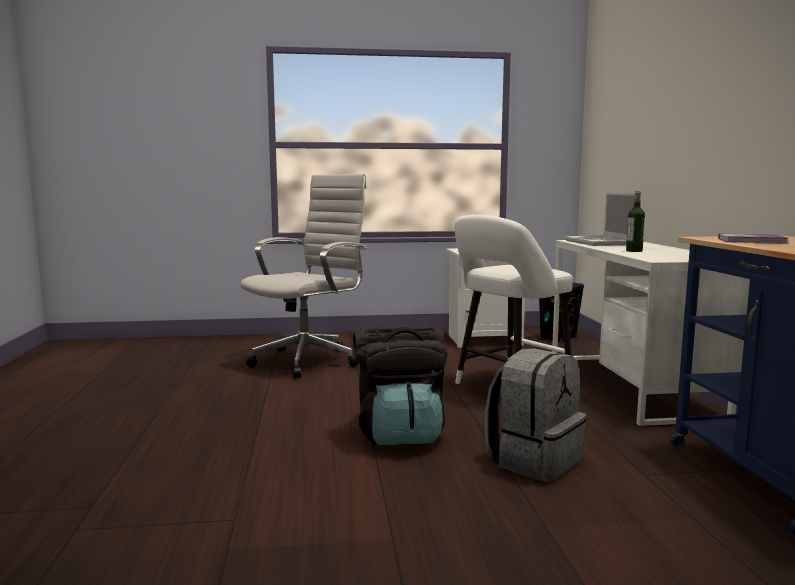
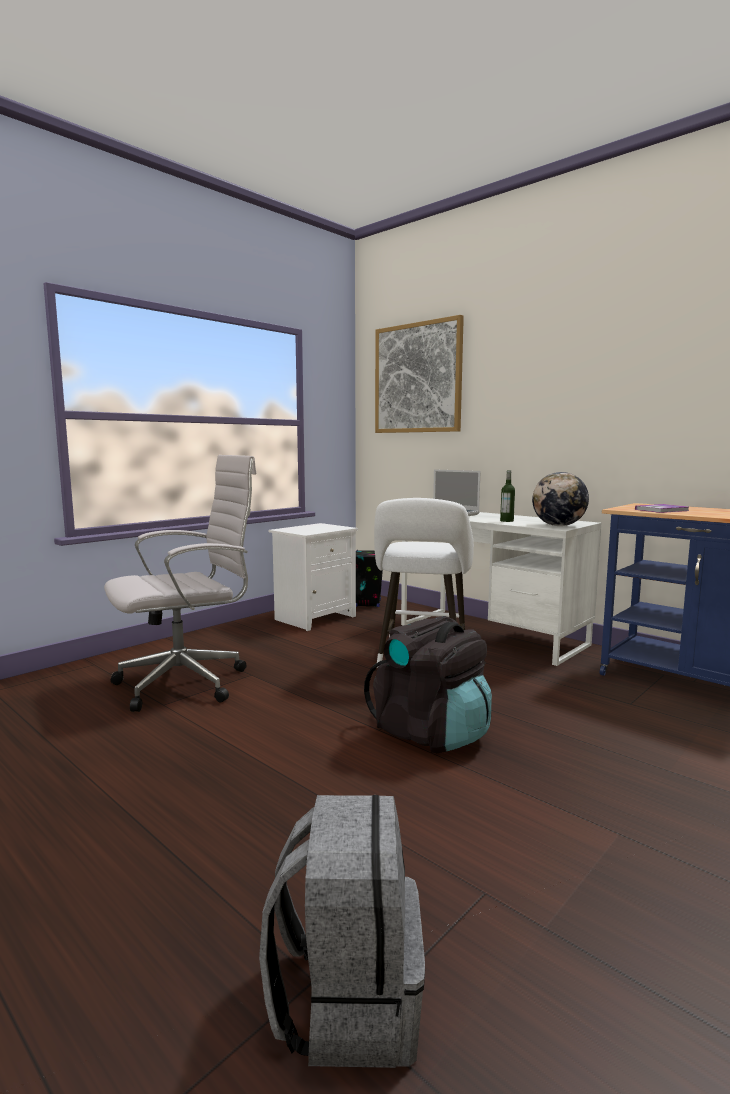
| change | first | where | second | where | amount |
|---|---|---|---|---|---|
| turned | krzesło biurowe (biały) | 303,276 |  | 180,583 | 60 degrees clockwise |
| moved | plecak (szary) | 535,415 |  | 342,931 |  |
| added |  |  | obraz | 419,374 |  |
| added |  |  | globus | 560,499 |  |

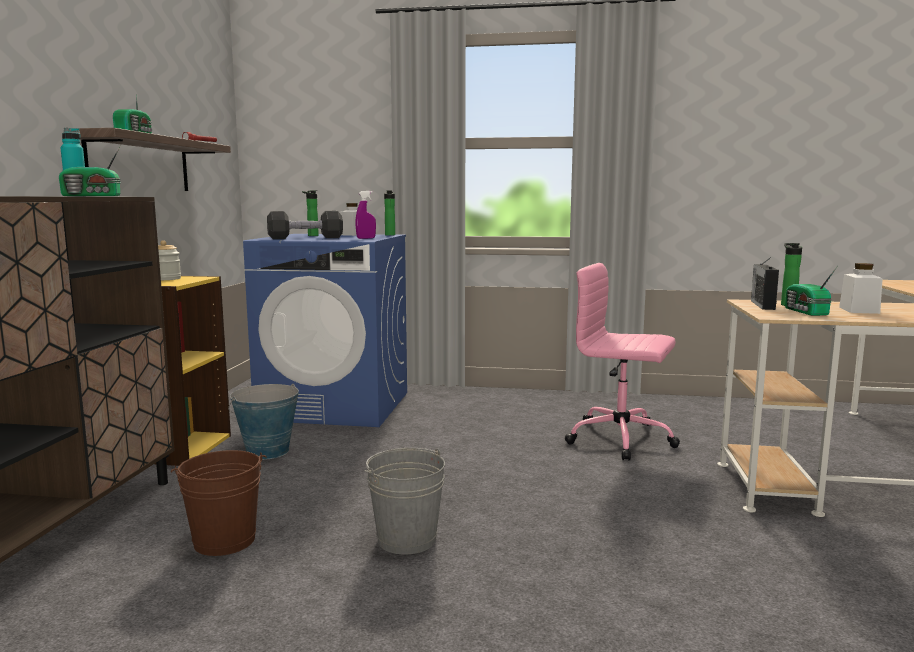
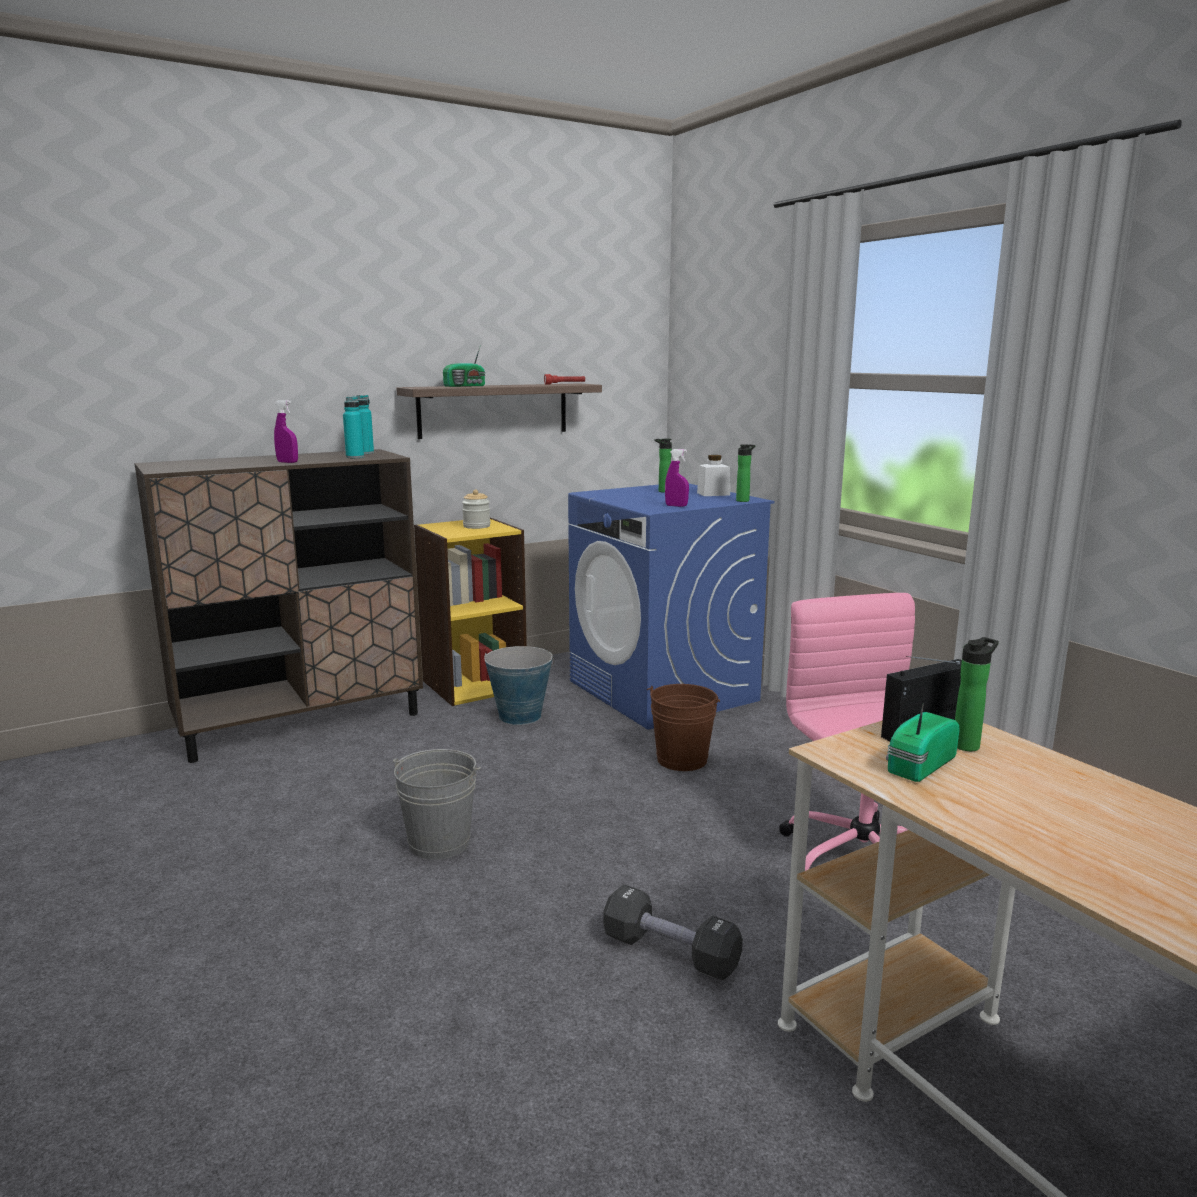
| change | first | where | second | where | amount |
|---|---|---|---|---|---|
| added |  |  | spryskiwacz (fioletowy) | 286,431 |  |
| replaced | radio | 90,170 | butelka (turkusowy) | 353,427 |  |
| moved | hantel (czarny) | 305,225 |  | 673,932 |  |
| moved | wiadro (brązowy) | 219,503 |  | 683,727 |  |
| removed | słoik (biały) | 861,288 |  |  |  |

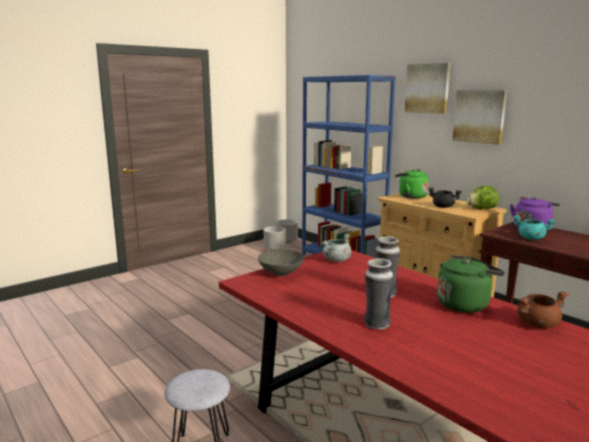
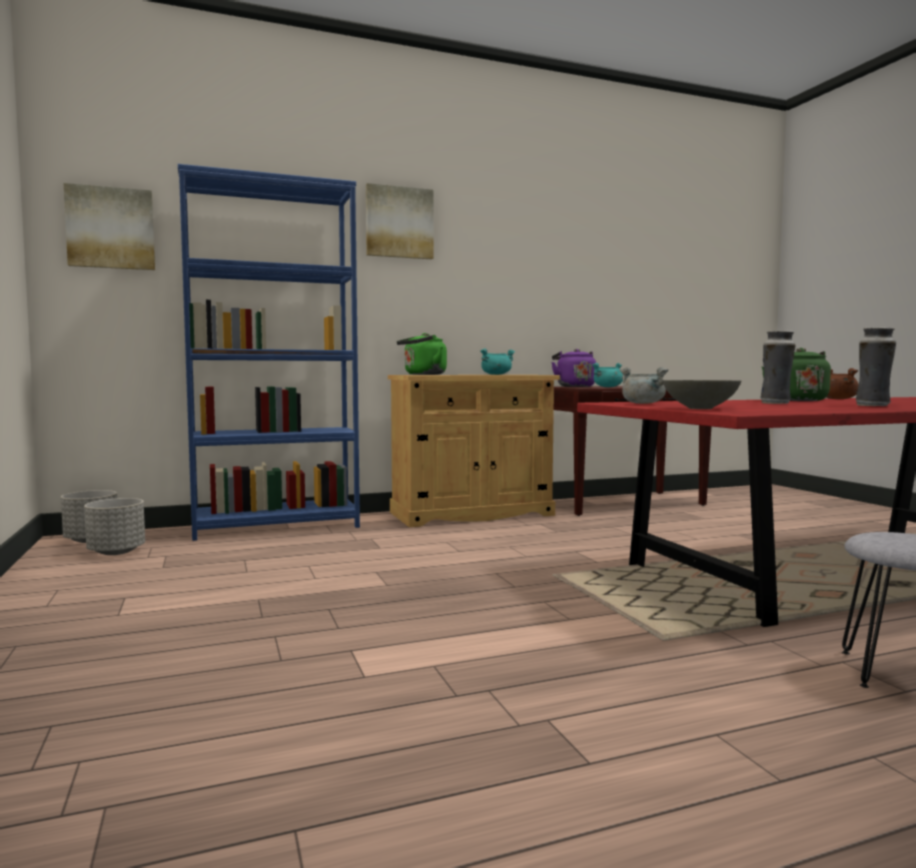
| change | first | where | second | where | amount |
|---|---|---|---|---|---|
| moved | obraz | 479,117 |  | 109,226 |  |
| recoloured | garnek (czarny) | 445,197 | garnek (turkusowy) | 497,361 |  |
| removed | sałata | 483,197 |  |  |  |

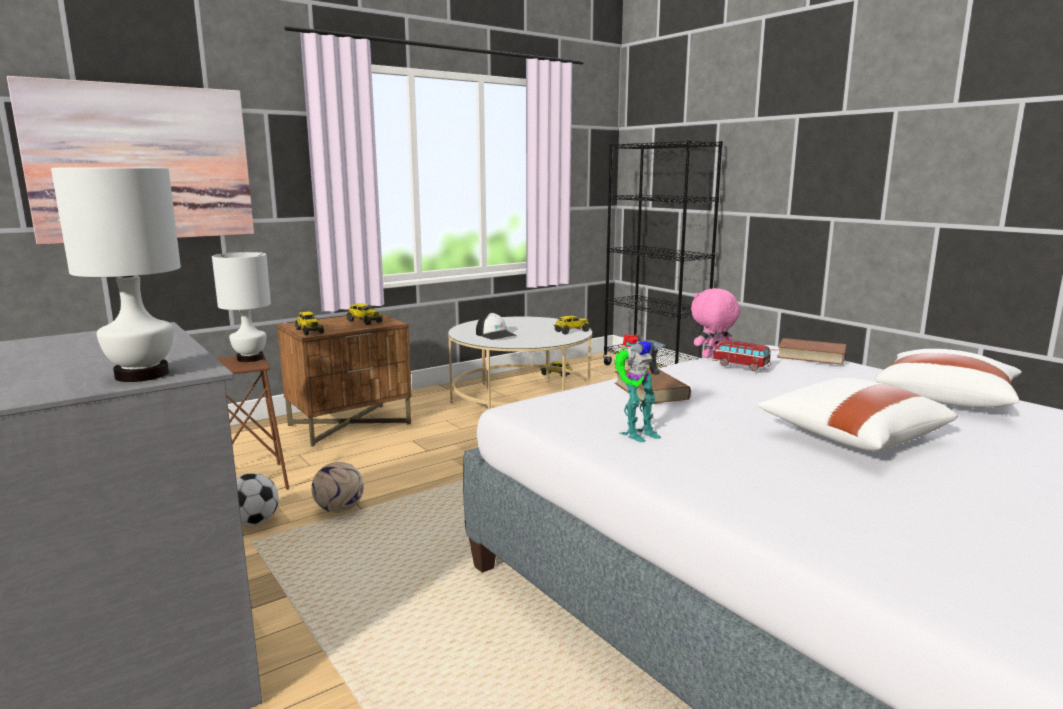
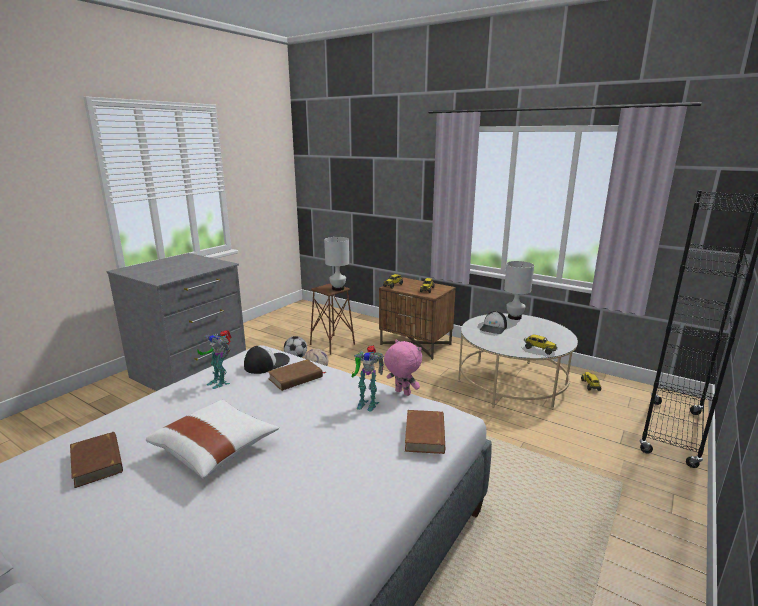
| change | first | where | second | where | amount |
|---|---|---|---|---|---|
| added |  |  | książka (brązowy) | 96,460 |  |
| added |  |  | czapka z daszkiem | 267,360 |  |
| replaced | samochodzik | 741,355 | robot zabawkowy | 368,378 |  |
| moved | lampa stołowa (biały) | 116,275 |  | 519,290 |  |
| removed | obraz | 130,160 |  |  |  |
| removed | poduszka (biały) | 948,378 |  |  |  |

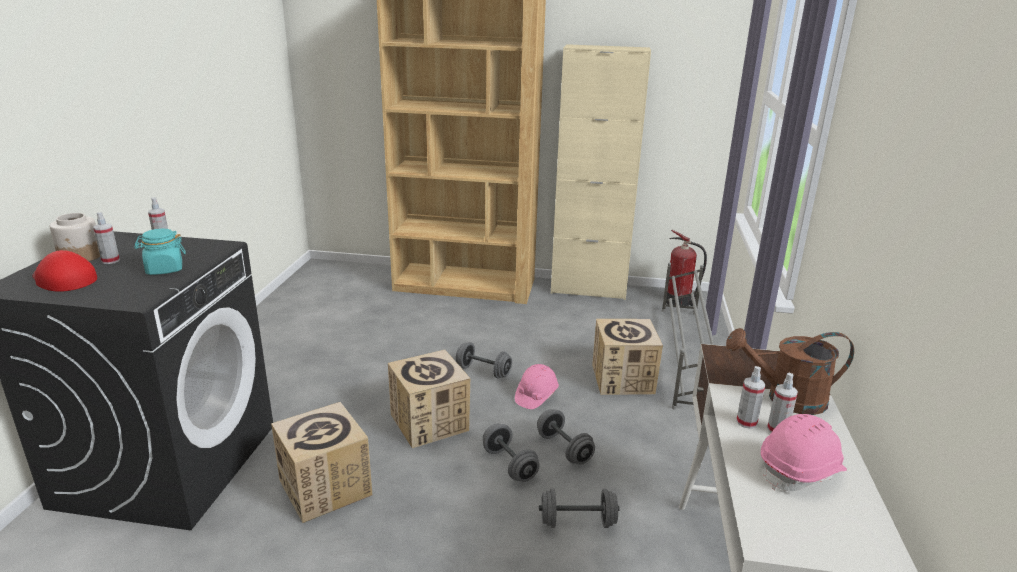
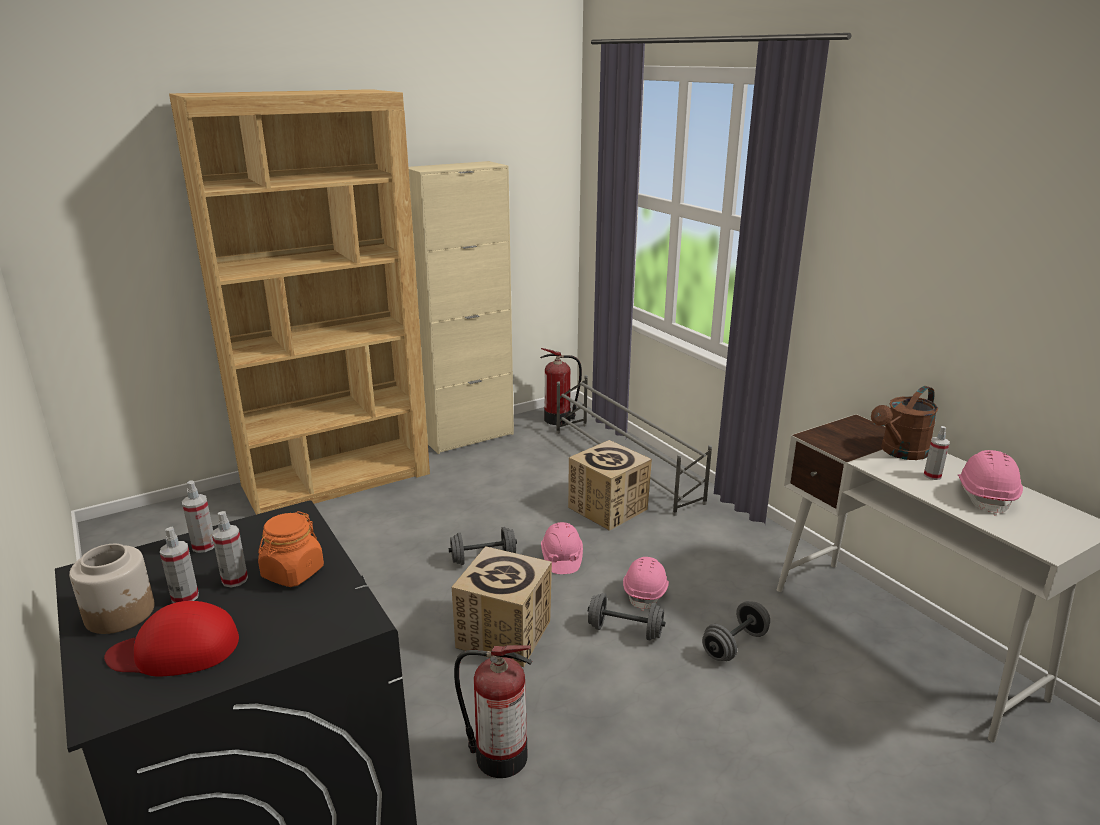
| change | first | where | second | where | amount |
|---|---|---|---|---|---|
| moved | spryskiwacz | 751,397 |  | 230,549 |  |
| recoloured | słoik (turkusowy) | 160,252 | słoik (pomarańczowy) | 291,549 |  |
| replaced | karton | 321,462 | gaśnica | 493,711 |  |
| replaced | hantel (szary) | 566,437 | kask (różowy) | 646,584 |  |

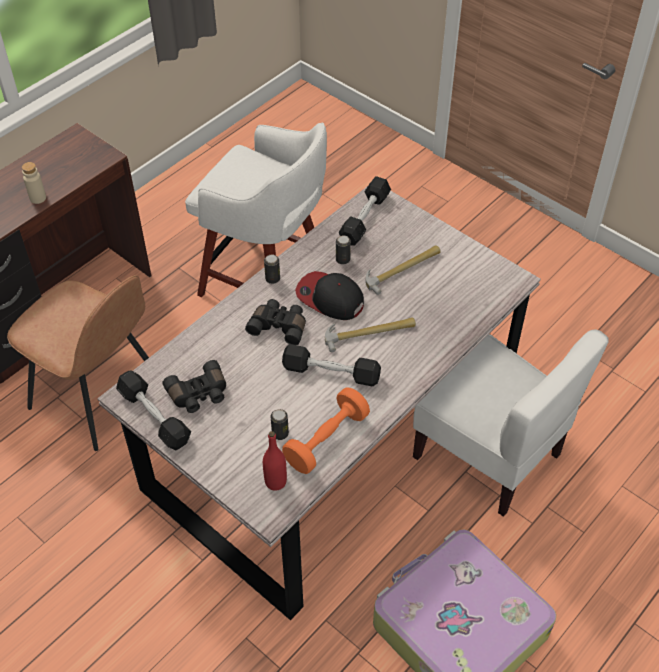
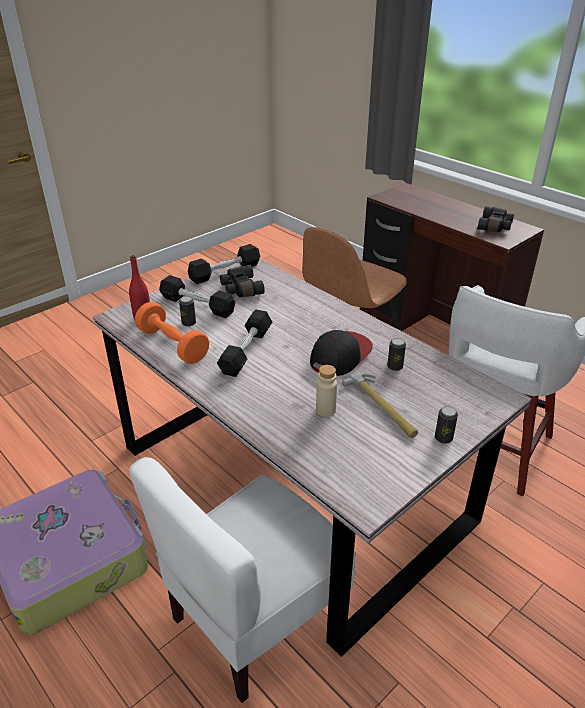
| change | first | where | second | where | amount |
|---|---|---|---|---|---|
| moved | hantel (czarny) | 365,211 |  | 197,296 |  |
| moved | butelka (beżowy) | 34,183 |  | 326,391 |  |
| moved | puszka | 272,269 |  | 446,425 |  |
| moved | lornetka (czarny) | 275,322 |  | 496,219 |  |
| removed | młotek | 370,334 |  |  |  |

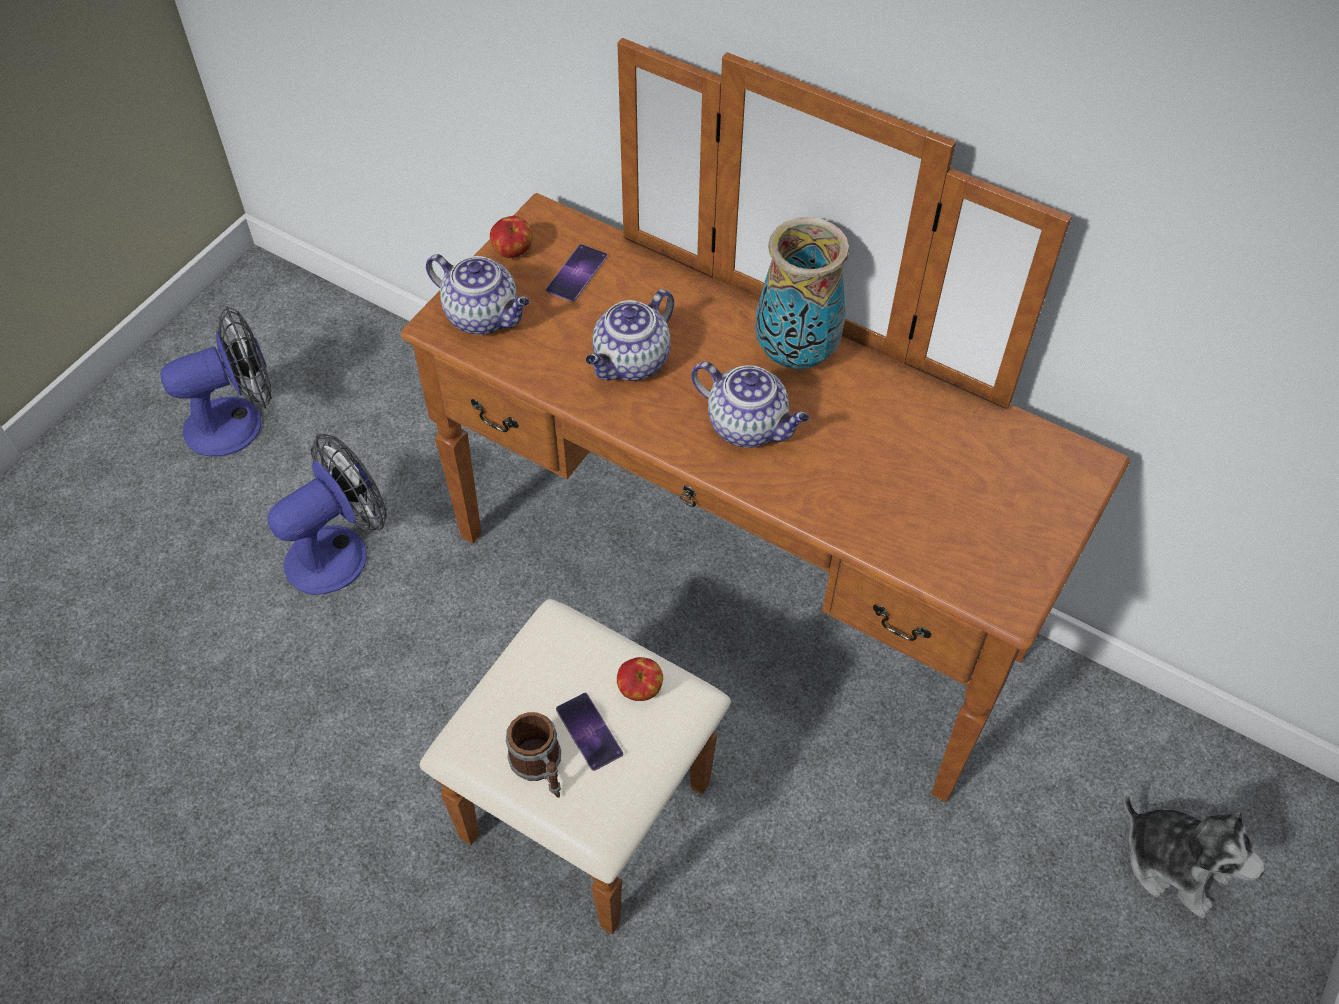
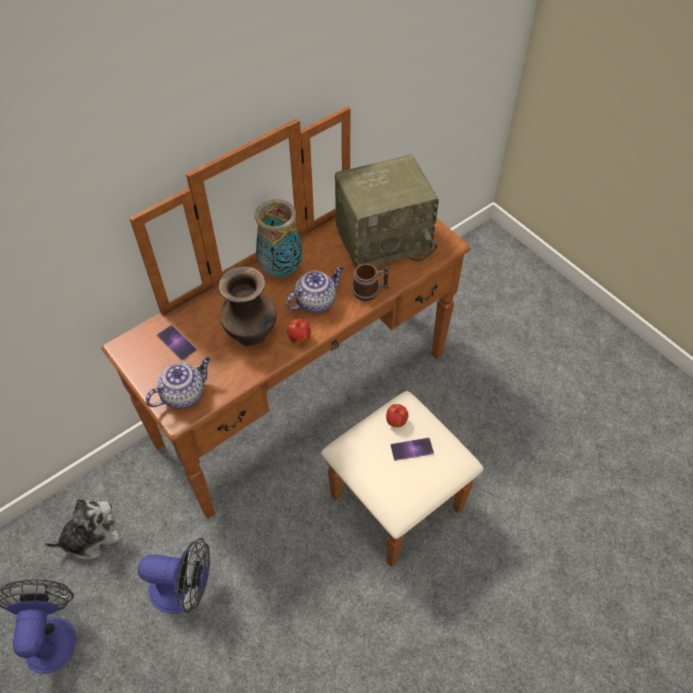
| change | first | where | second | where | amount |
|---|---|---|---|---|---|
| moved | pluszak | 1194,857 |  | 83,529 |  |
| turned | wentylator | 327,514 |  | 174,576 | 120 degrees clockwise |
| replaced | imbryk | 630,335 | wazon (brązowy) | 248,306 |  |
| moved | jabłko | 511,237 |  | 299,331 |  |
| added |  |  | radio | 387,211 |  |
| moved | kubek | 533,755 |  | 370,282 |  |

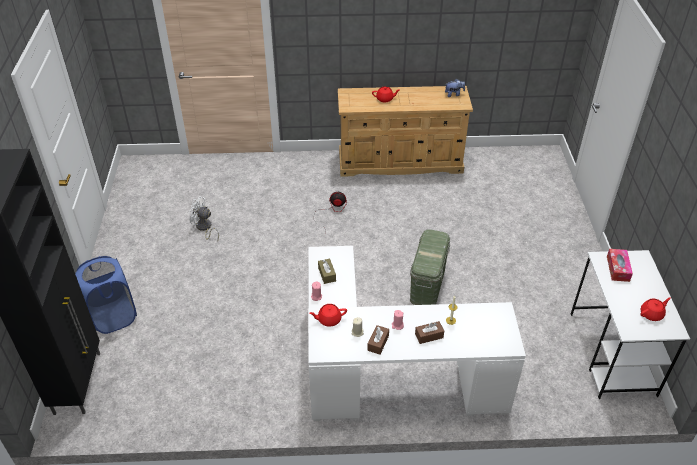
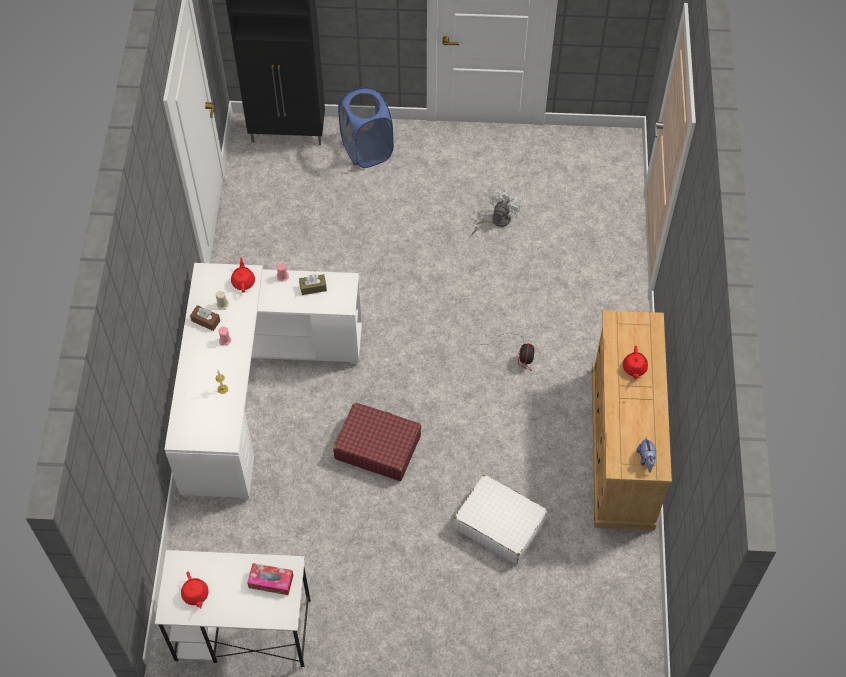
| change | first | where | second | where | amount |
|---|---|---|---|---|---|
| replaced | pojemnik do przechowywania (zielony) | 430,267 | walizka (czerwony) | 377,441 |  |
| added |  |  | walizka (biały) | 501,519 |  |
| removed | pudełko chusteczek (brązowy) | 429,332 |  |  |  |

